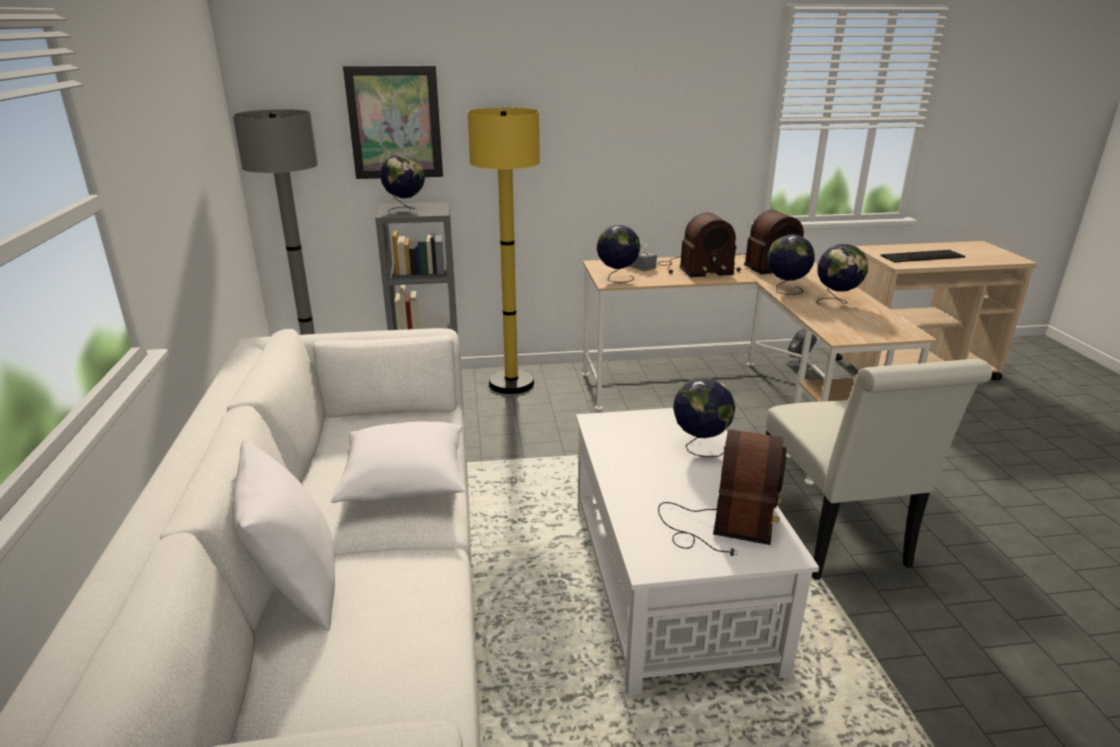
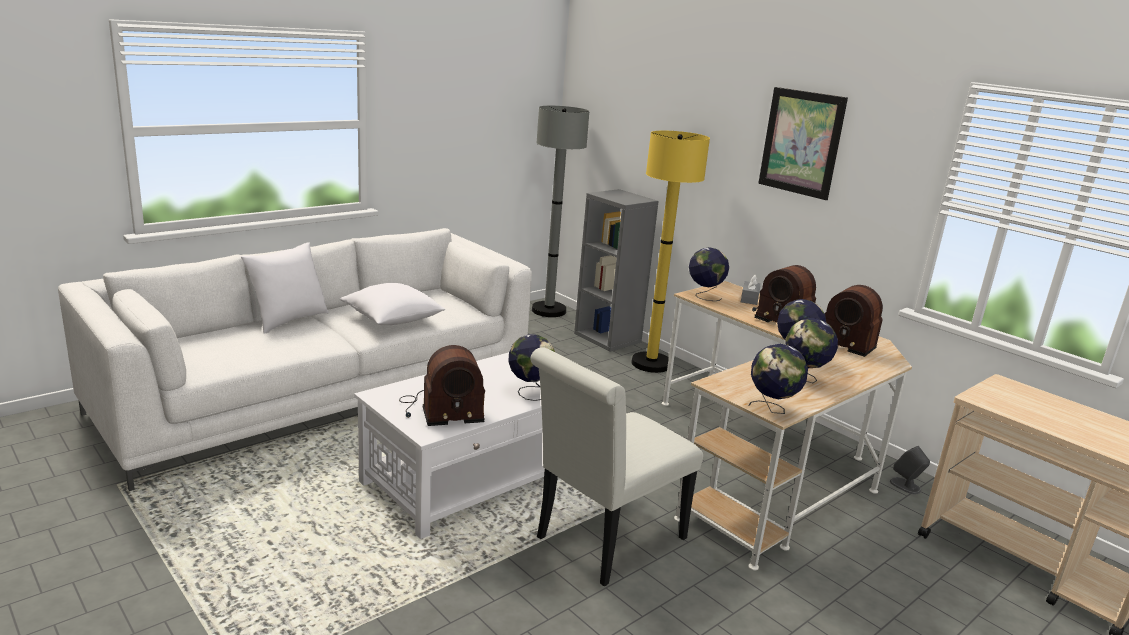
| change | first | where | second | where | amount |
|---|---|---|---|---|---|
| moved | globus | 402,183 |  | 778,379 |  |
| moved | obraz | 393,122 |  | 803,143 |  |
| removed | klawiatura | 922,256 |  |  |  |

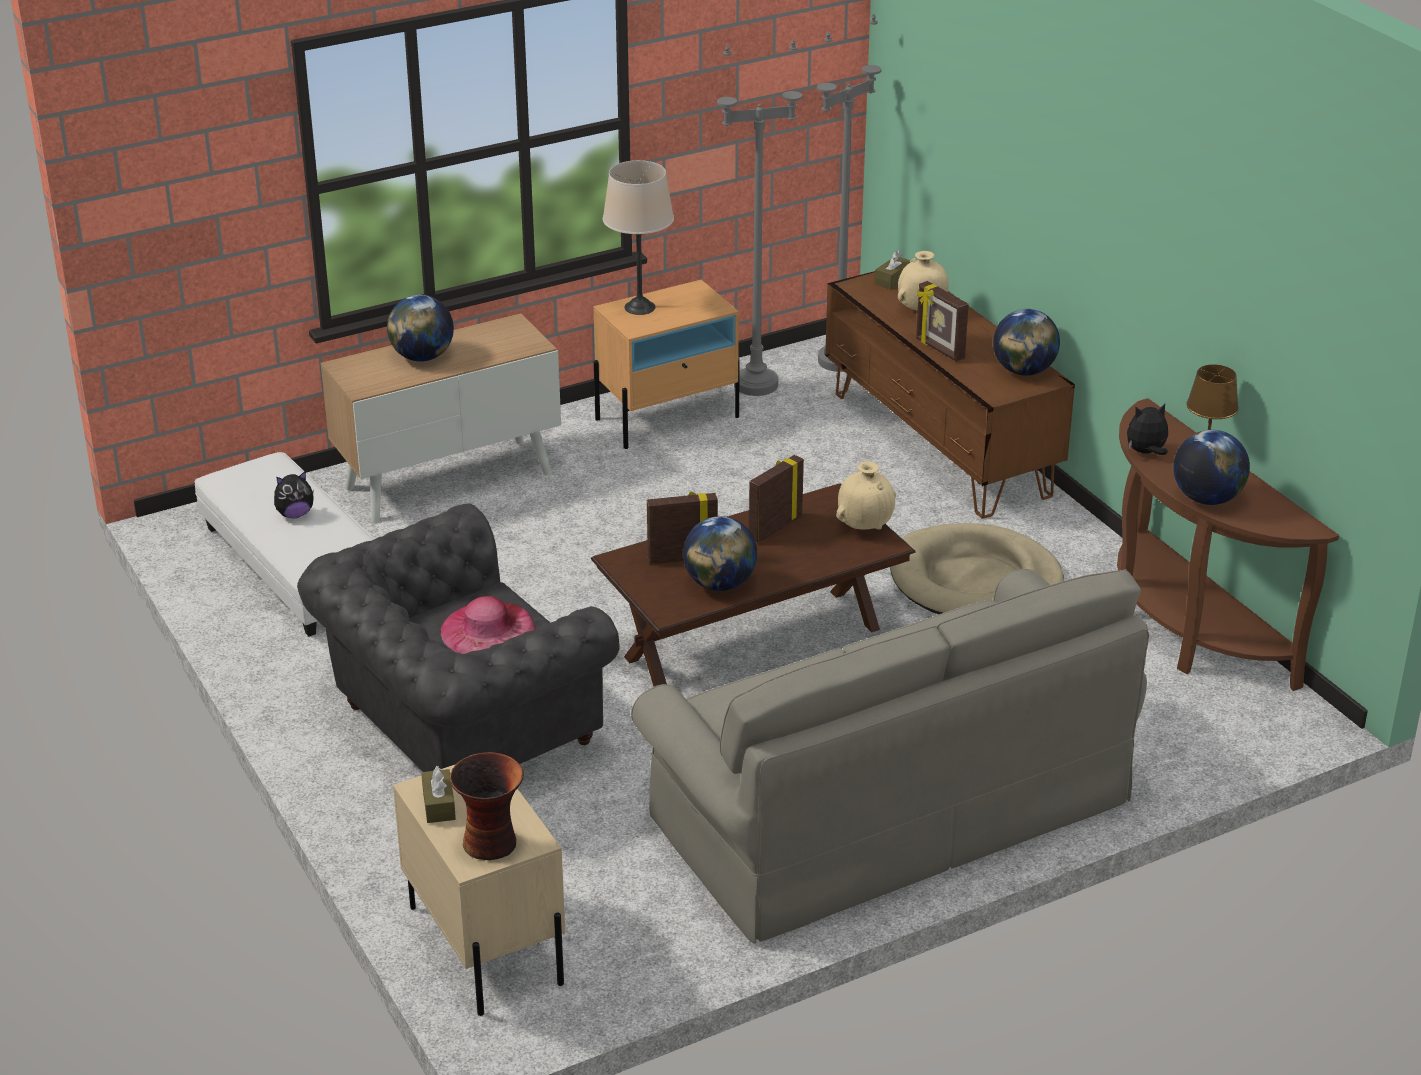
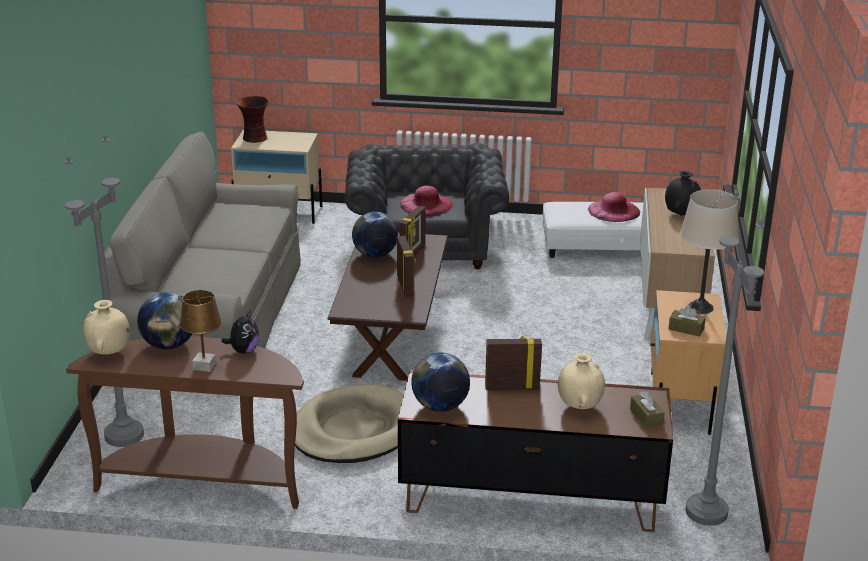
| change | first | where | second | where | amount |
|---|---|---|---|---|---|
| moved | lampa stojąca (szary) | 759,217 |  | 104,290 |  |
| moved | wazon (beżowy) | 866,495 |  | 106,327 |  |
| replaced | pluszak | 294,494 | kapelusz (różowy) | 614,207 |  |
| replaced | globus | 420,328 | wazon (czarny) | 683,193 |  |
| moved | pudełko chusteczek (brązowy) | 438,794 |  | 687,321 |  |

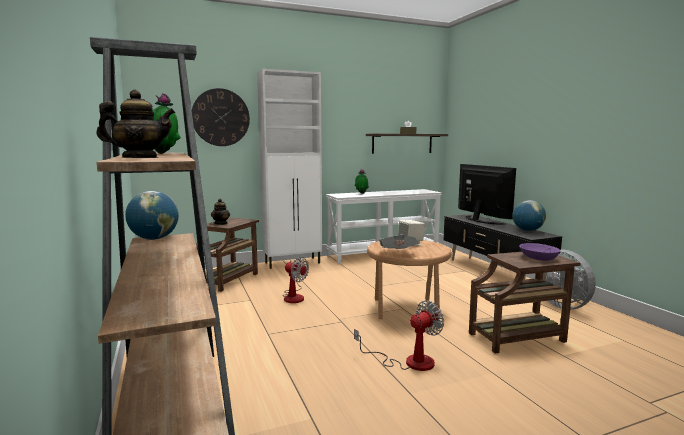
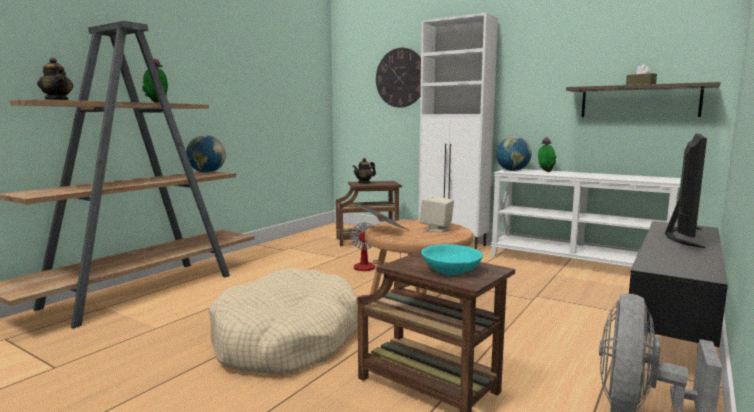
| change | first | where | second | where | amount |
|---|---|---|---|---|---|
| replaced | wentylator | 399,335 | legowisko (beżowy) | 283,320 |  |
| recoloured | miska (fioletowy) | 539,252 | miska (turkusowy) | 452,259 |  |
| moved | globus | 529,215 |  | 514,153 |  |

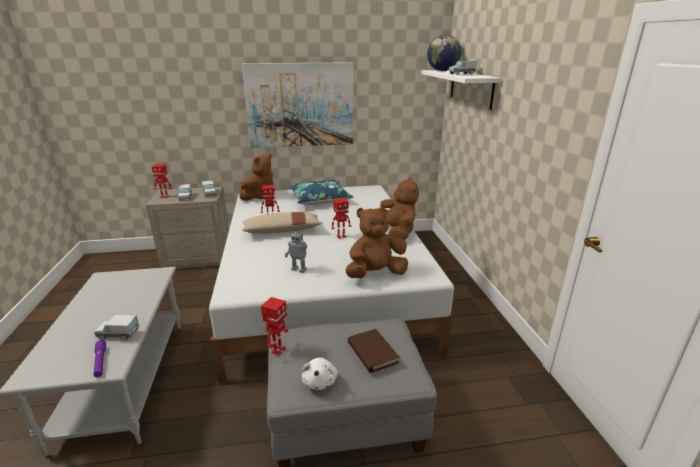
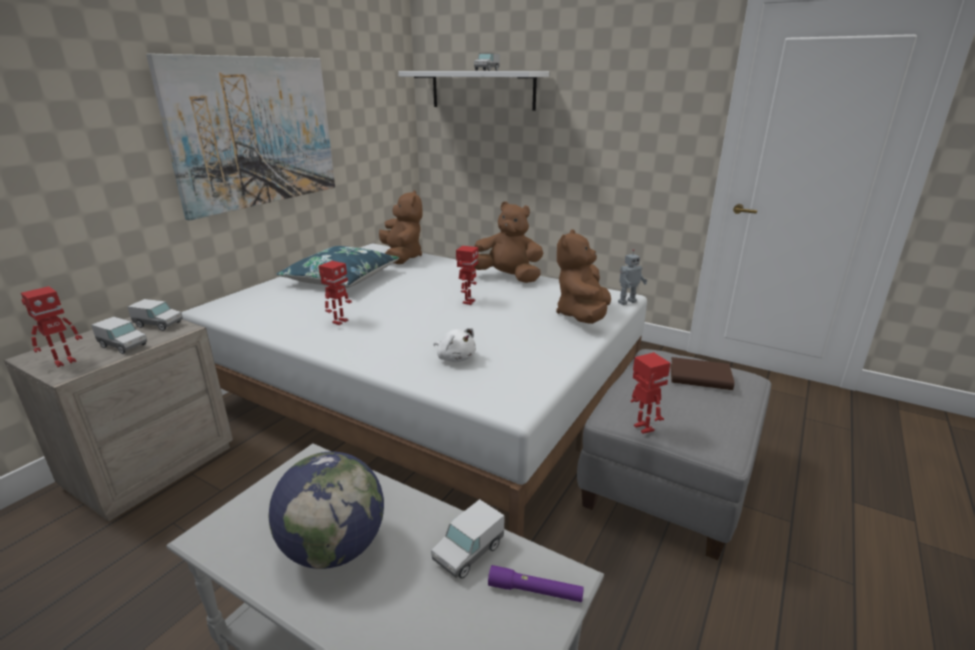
| change | first | where | second | where | amount |
|---|---|---|---|---|---|
| moved | globus | 444,53 |  | 326,510 |  |
| moved | pluszak (brązowy) | 256,177 |  | 401,227 |  |
| moved | pluszak (biały) | 320,373 |  | 454,345 |  |
| moved | robot zabawkowy | 296,251 |  | 633,277 |  |
| removed | poduszka (beżowy) | 282,223 |  |  |  |

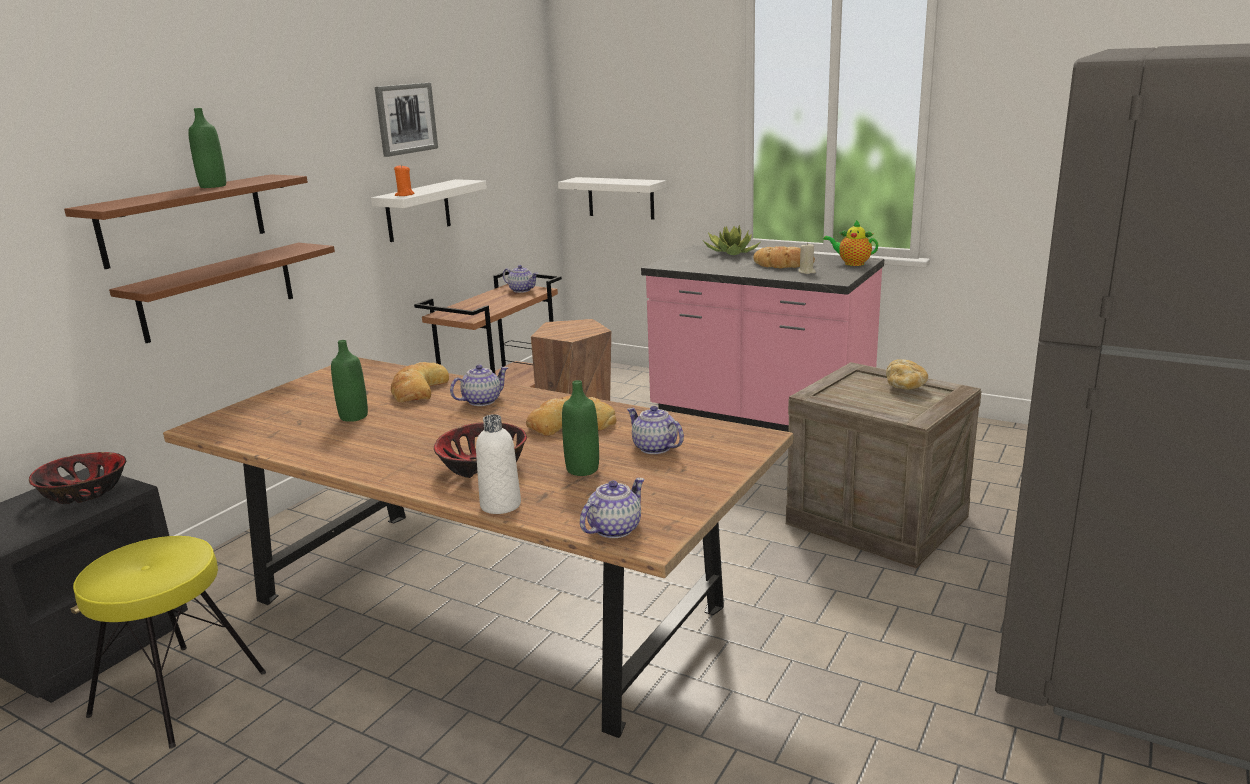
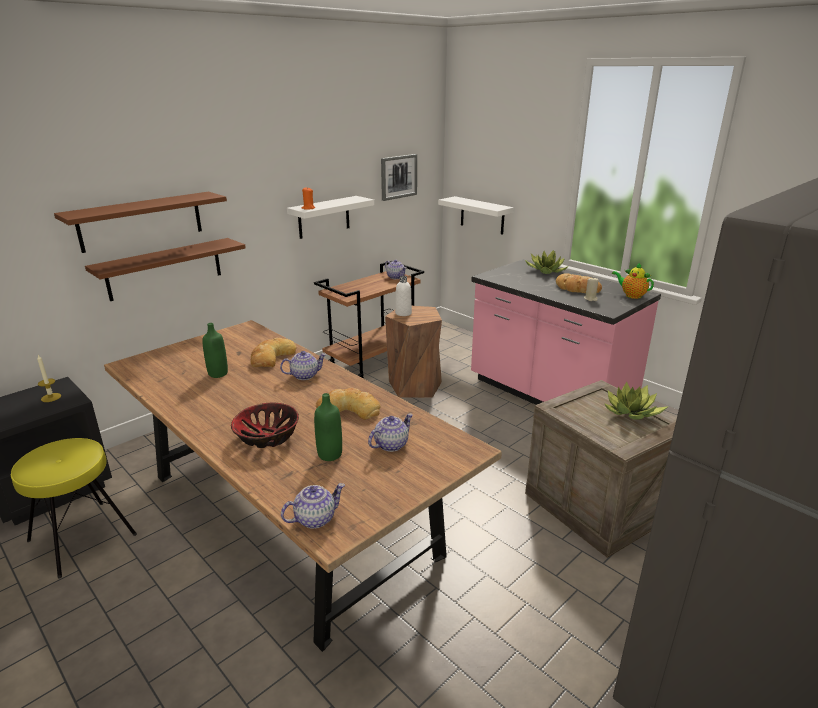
| change | first | where | second | where | amount |
|---|---|---|---|---|---|
| replaced | miska | 77,478 | świeca | 49,378 |  |
| turned | imbryk | 655,430 |  | 390,432 | 75 degrees clockwise |
| moved | obraz | 406,120 |  | 399,177 |  |
| moved | butelka (biały) | 498,464 |  | 403,296 |  |
| replaced | chleb | 907,374 | roślina doniczkowa | 636,401 |  |
| removed | butelka (zielony) | 207,148 |  |  |  |

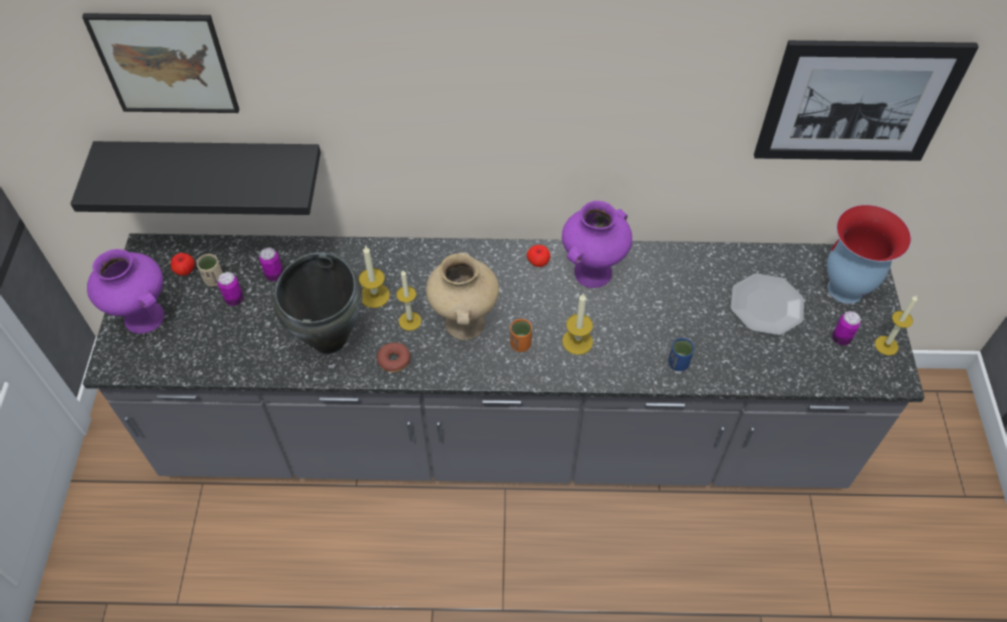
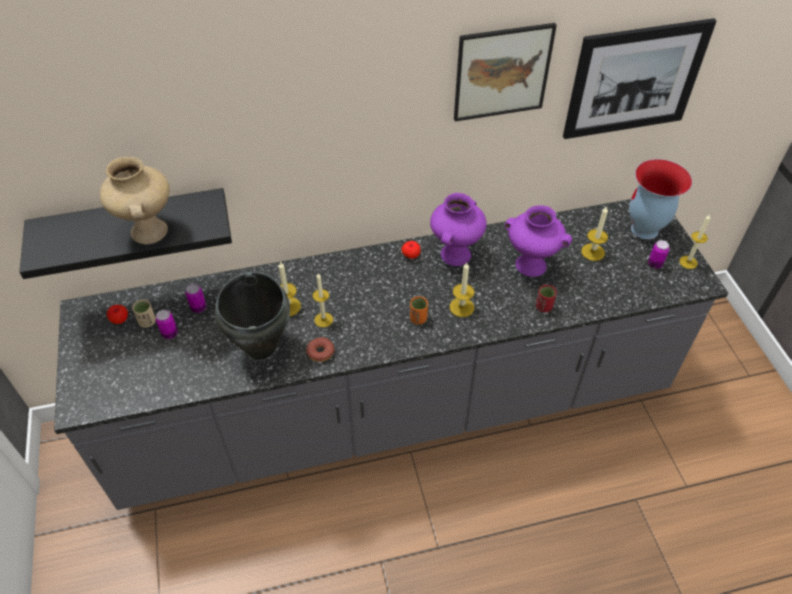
| change | first | where | second | where | amount |
|---|---|---|---|---|---|
| moved | wazon (beżowy) | 462,296 |  | 134,200 |  |
| moved | obraz | 160,63 |  | 505,72 |  |
| moved | wazon (fioletowy) | 125,291 |  | 538,241 |  |
| recoloured | filiżanka (niebieski) | 681,354 | filiżanka (czerwony) | 546,298 |  |
| replaced | talerz | 767,304 | świeca | 594,233 |  |

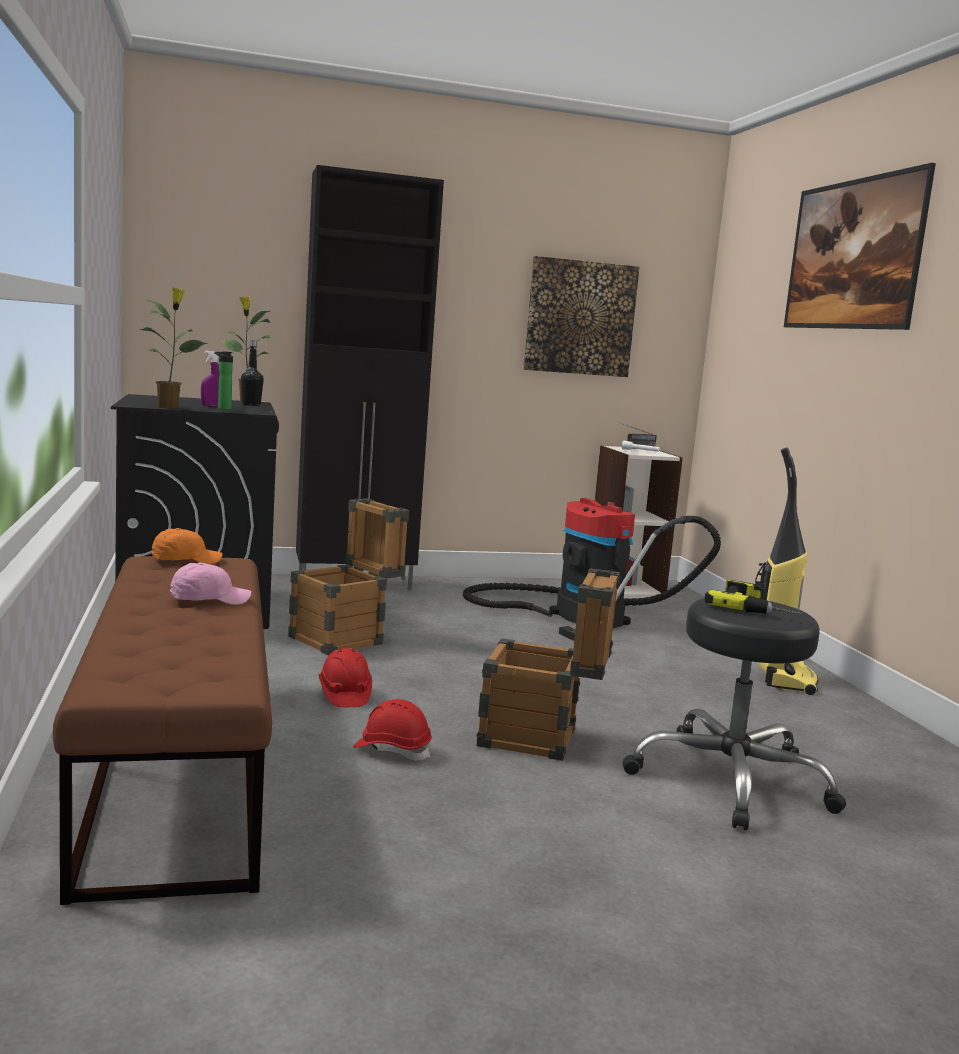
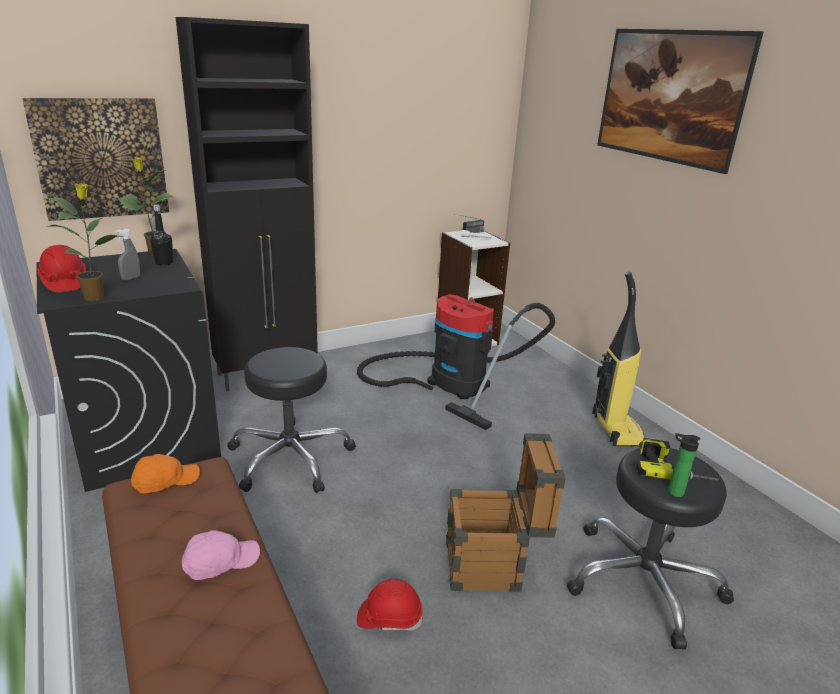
| change | first | where | second | where | amount |
|---|---|---|---|---|---|
| moved | obraz | 581,316 |  | 95,159 |  |
| moved | kask (czerwony) | 345,677 |  | 61,268 |  |
| recoloured | spryskiwacz (fioletowy) | 210,378 | spryskiwacz (szary) | 127,254 |  |
| replaced | skrzynka | 348,576 | stołek (czarny) | 291,420 |  |
| moved | butelka | 223,380 |  | 684,465 |  |

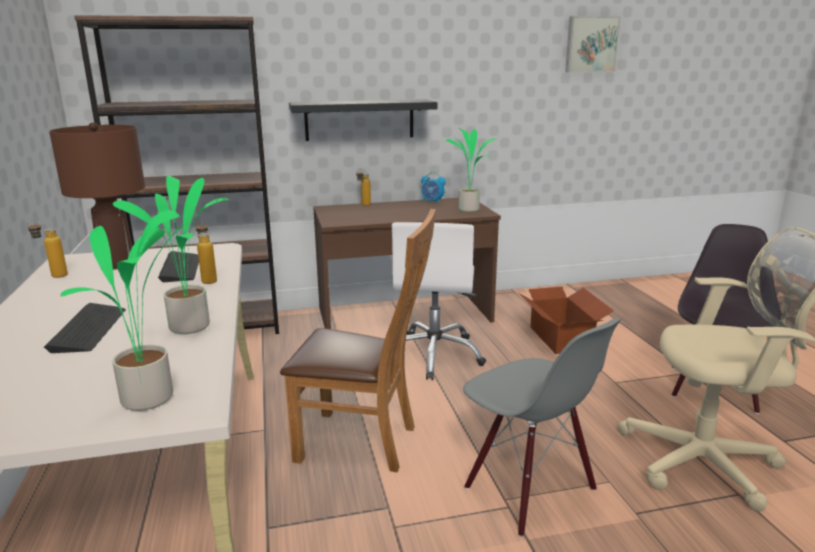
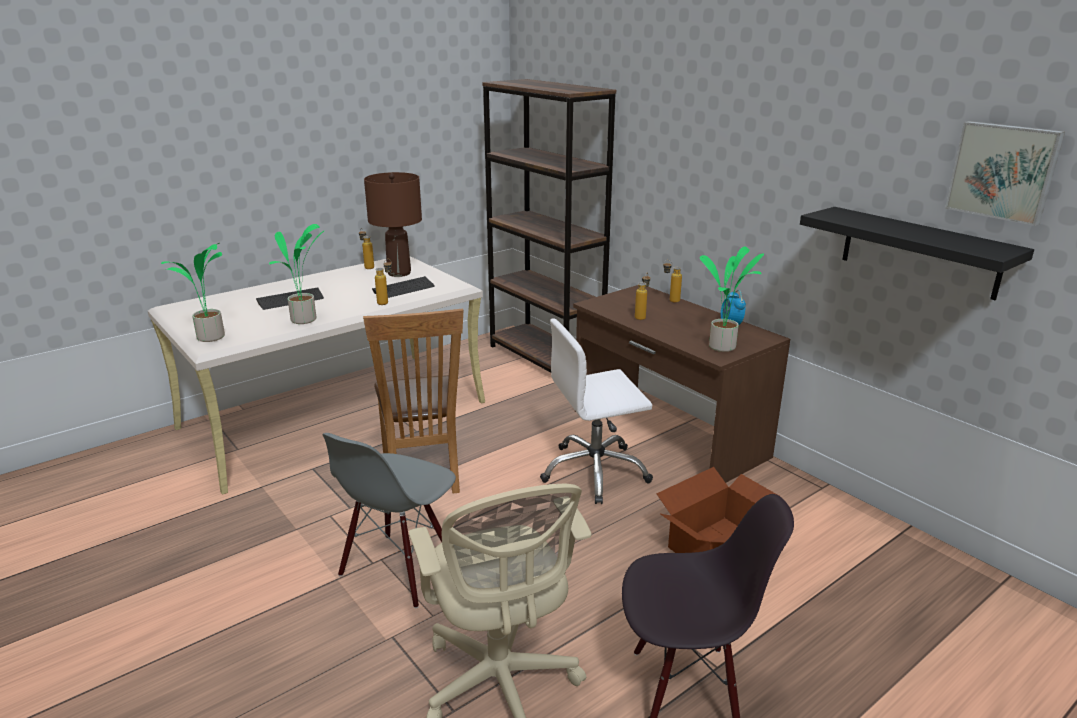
| change | first | where | second | where | amount |
|---|---|---|---|---|---|
| added |  |  | butelka | 642,297 |  |
| moved | półka (czarny) | 363,120 |  | 917,253 |  |

